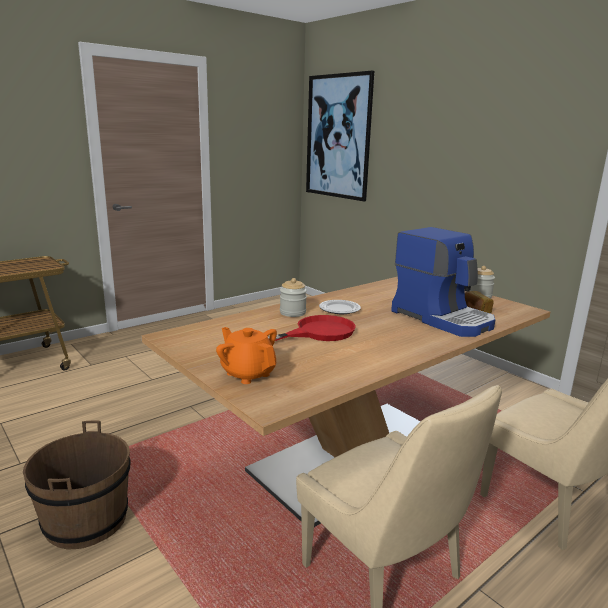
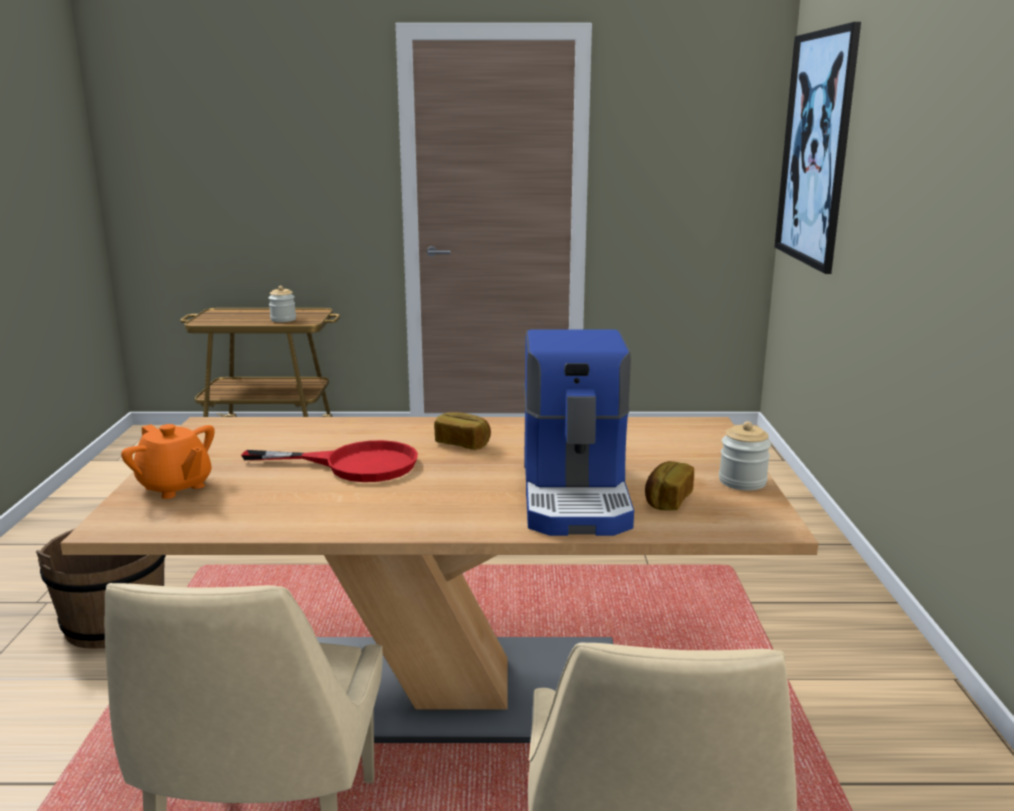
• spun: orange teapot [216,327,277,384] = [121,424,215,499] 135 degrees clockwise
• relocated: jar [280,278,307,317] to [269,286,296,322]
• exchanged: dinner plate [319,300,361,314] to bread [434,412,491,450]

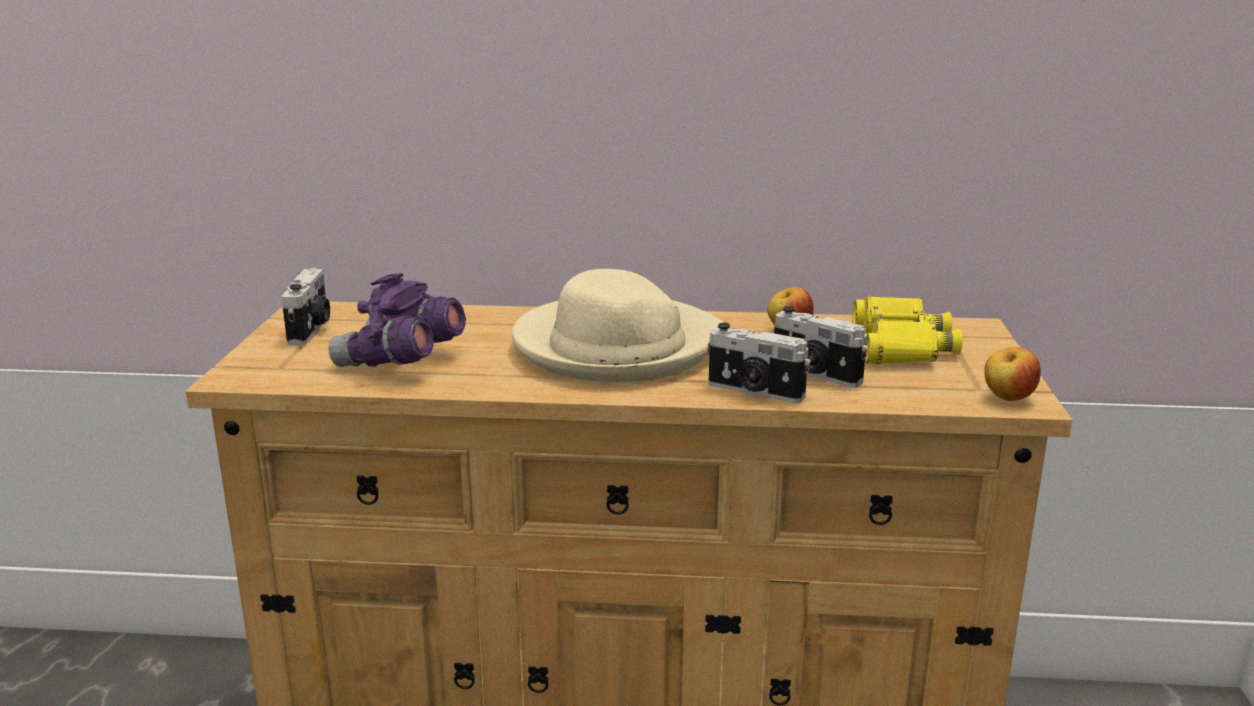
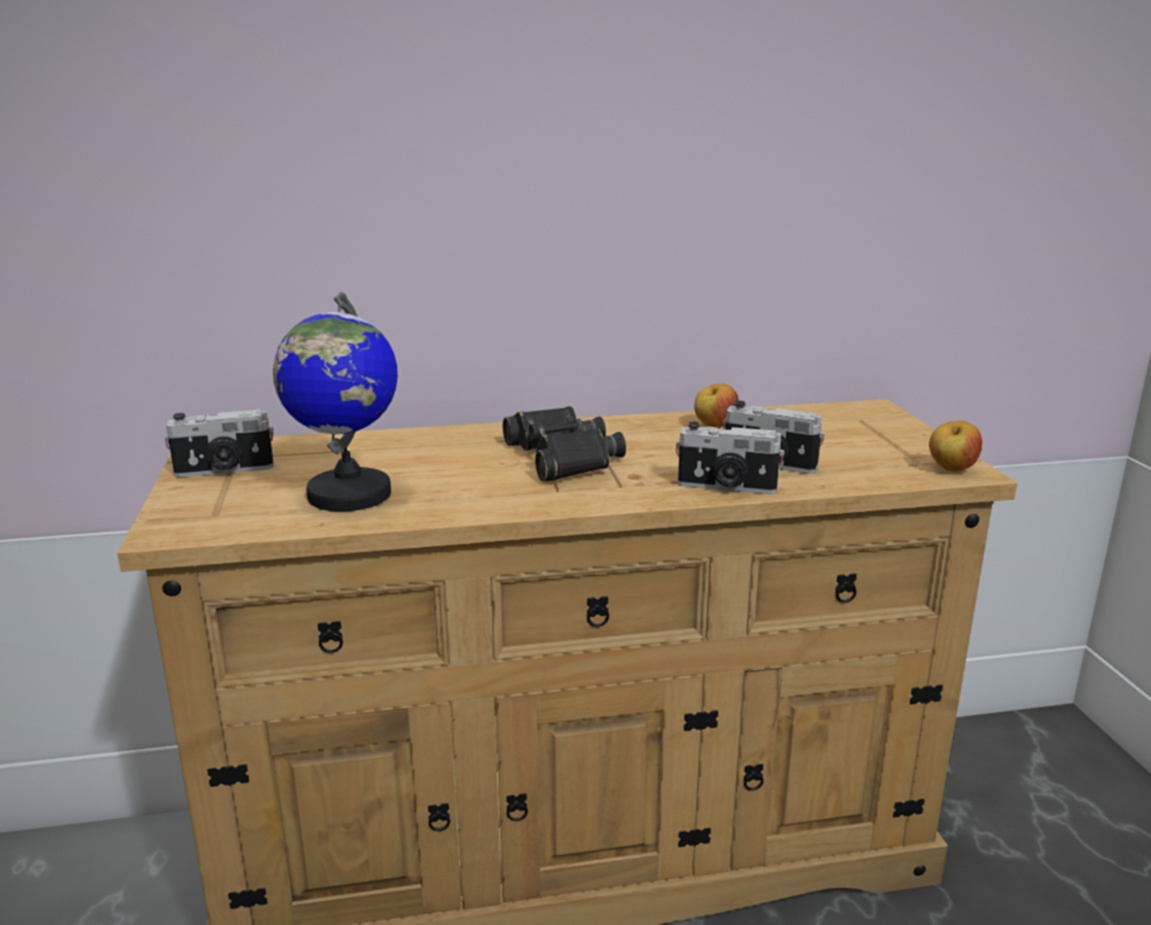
• spun: photo camera [281,268,330,345] = [164,409,274,477] 90 degrees clockwise
• exchanged: purplish field glasses [328,273,466,367] to world globe [273,292,398,512]
• exchanged: beige wearable hat [511,269,725,383] to black field glasses [503,406,626,482]
• missing: yellow-coloured field glasses [853,296,963,364]

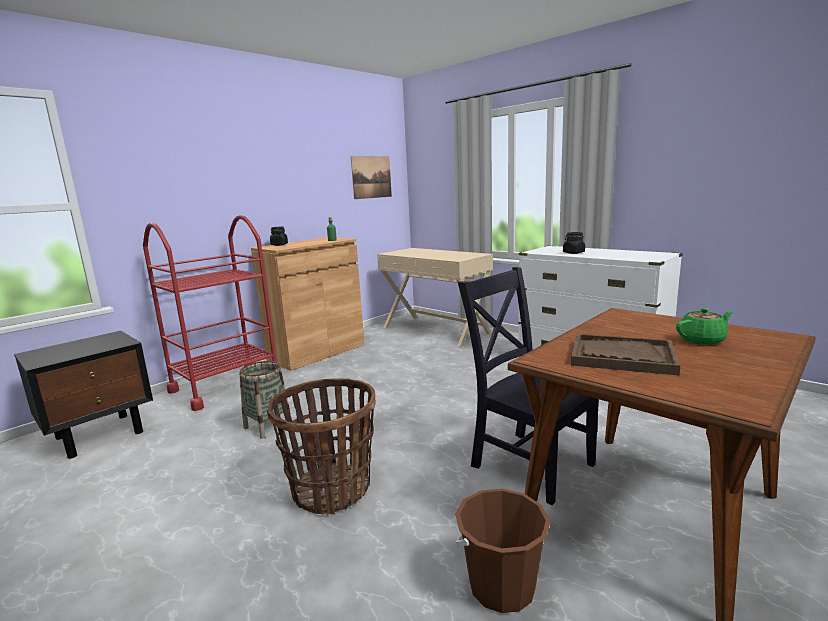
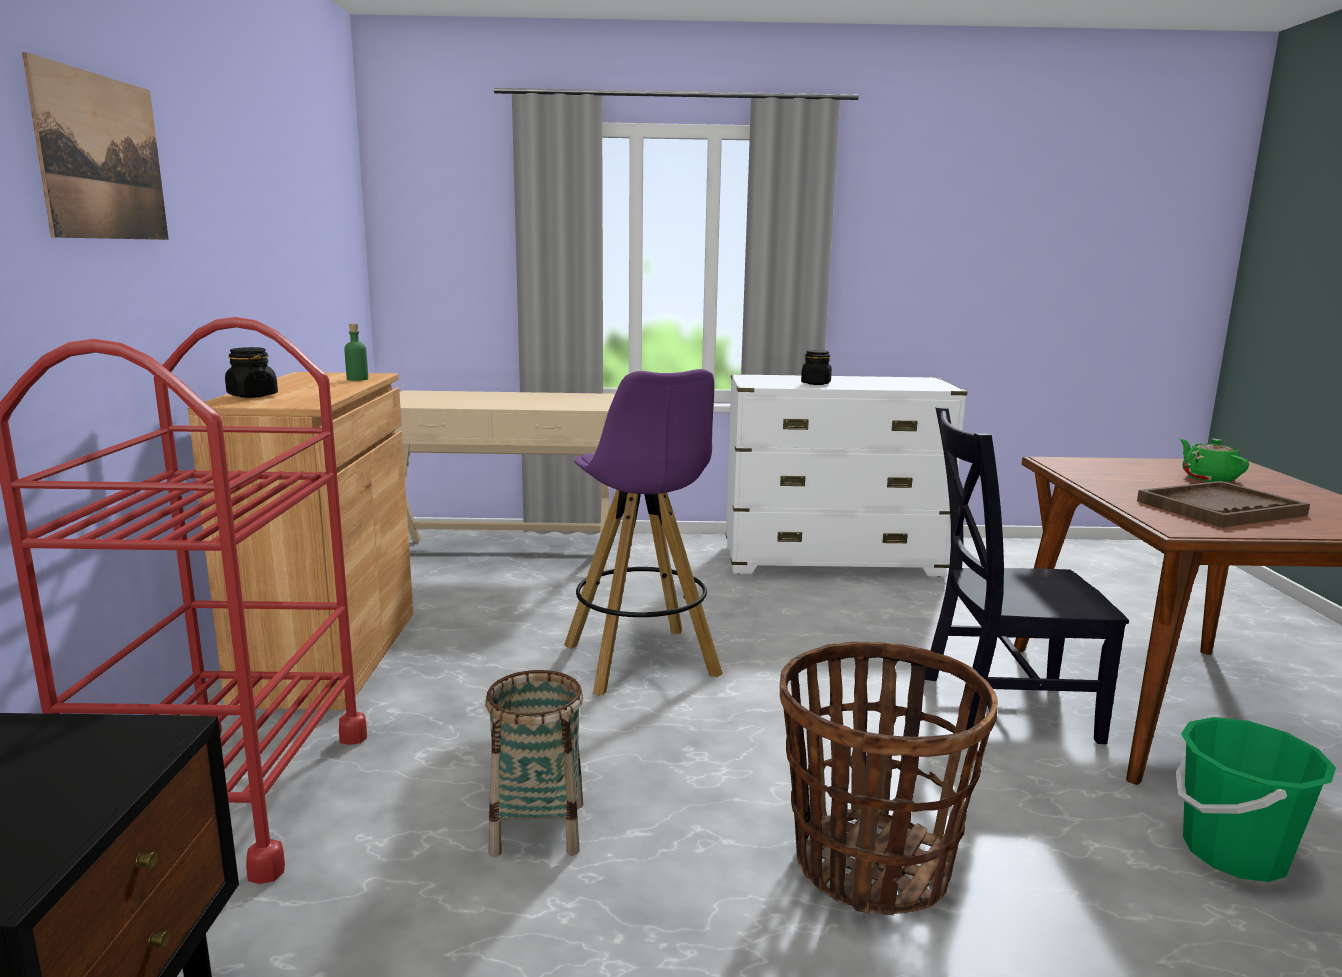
• relocated: wall picture [351,156,392,199] to [22,52,169,240]
• appeared: purplish stool [564,369,723,695]
• colour: brown water bucket [455,489,551,613] to green water bucket [1176,717,1336,882]
• spun: green teapot [676,308,733,345] = [1180,439,1249,482] 45 degrees counterclockwise

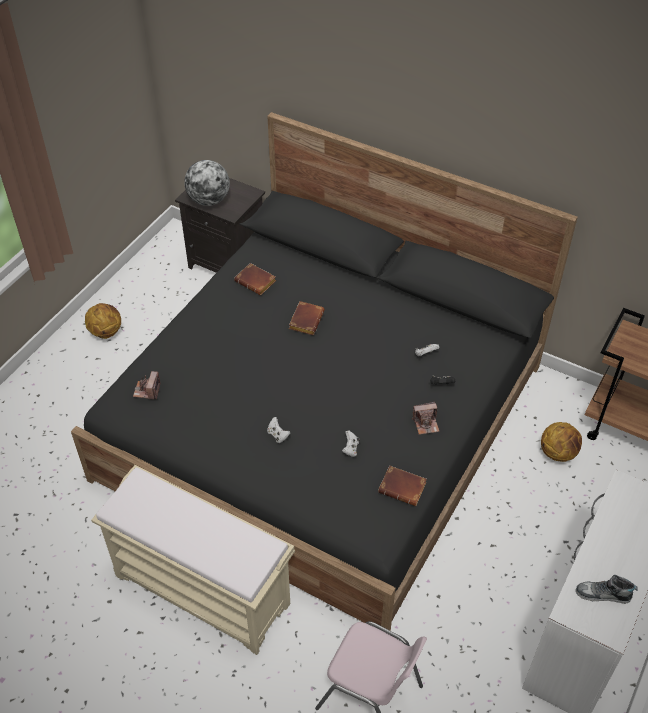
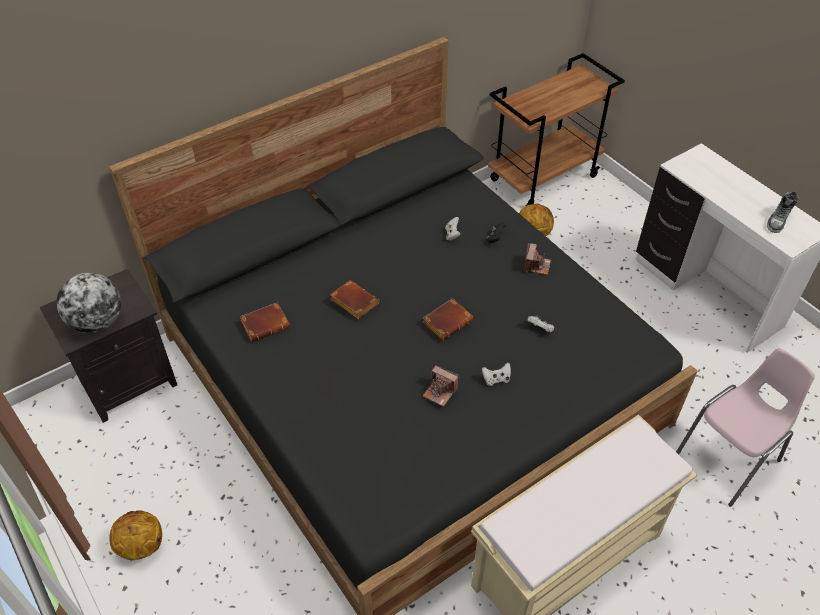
• relocated: brown bound book [378,465,427,506] to [422,298,473,341]
• relocated: photo camera [133,371,161,400] to [423,365,459,407]

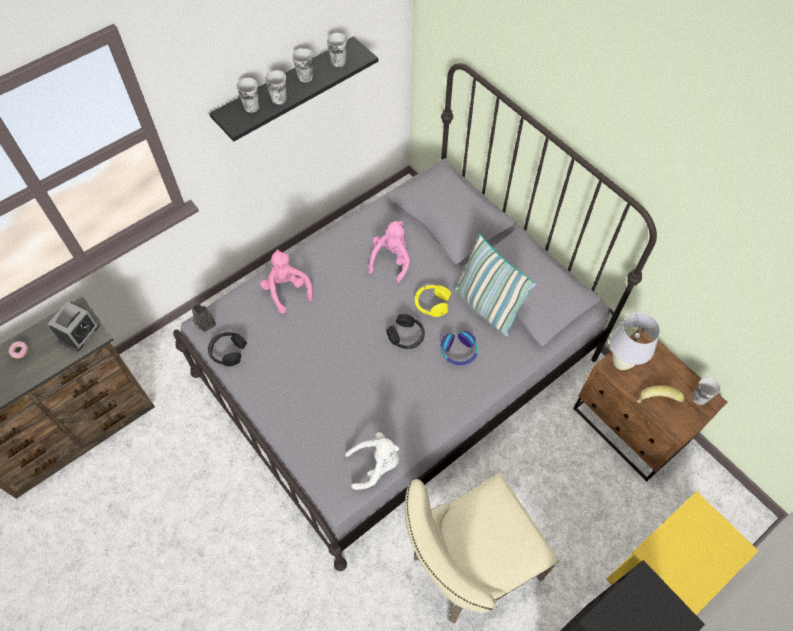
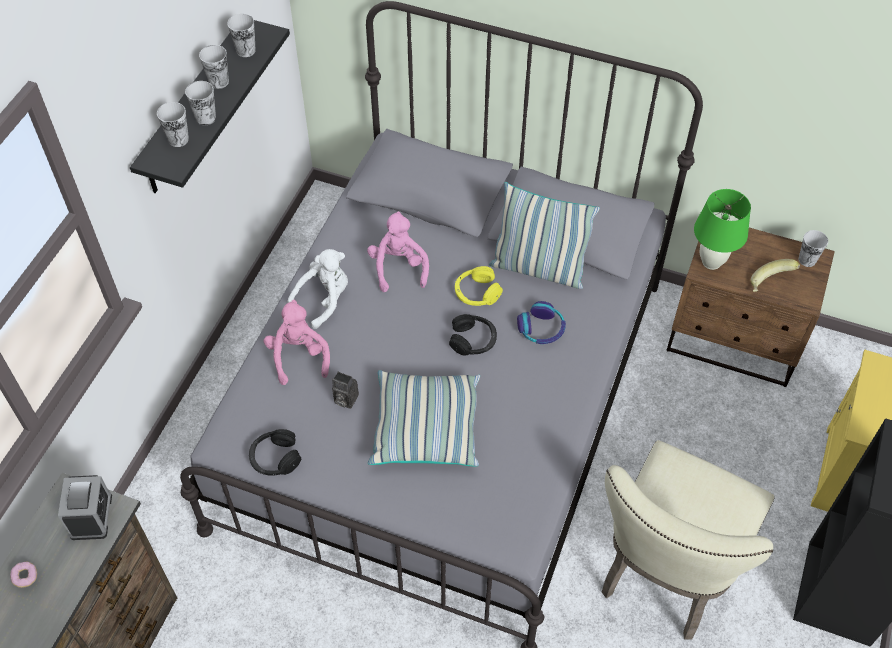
• spun: pinkish soft toy [260,249,313,314] = [264,299,330,385] 45 degrees clockwise
• relocated: white soft toy [345,432,399,490] to [287,249,348,329]
• relocated: photo camera [191,304,216,332] to [332,372,359,409]
• appeared: throw pillow [368,370,480,467]
• colour: white tabletop lamp [609,312,660,370] to green tabletop lamp [694,189,751,270]

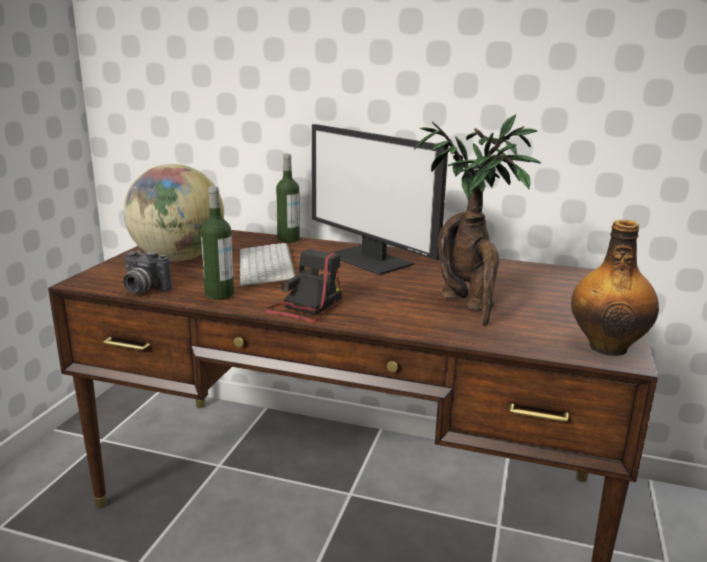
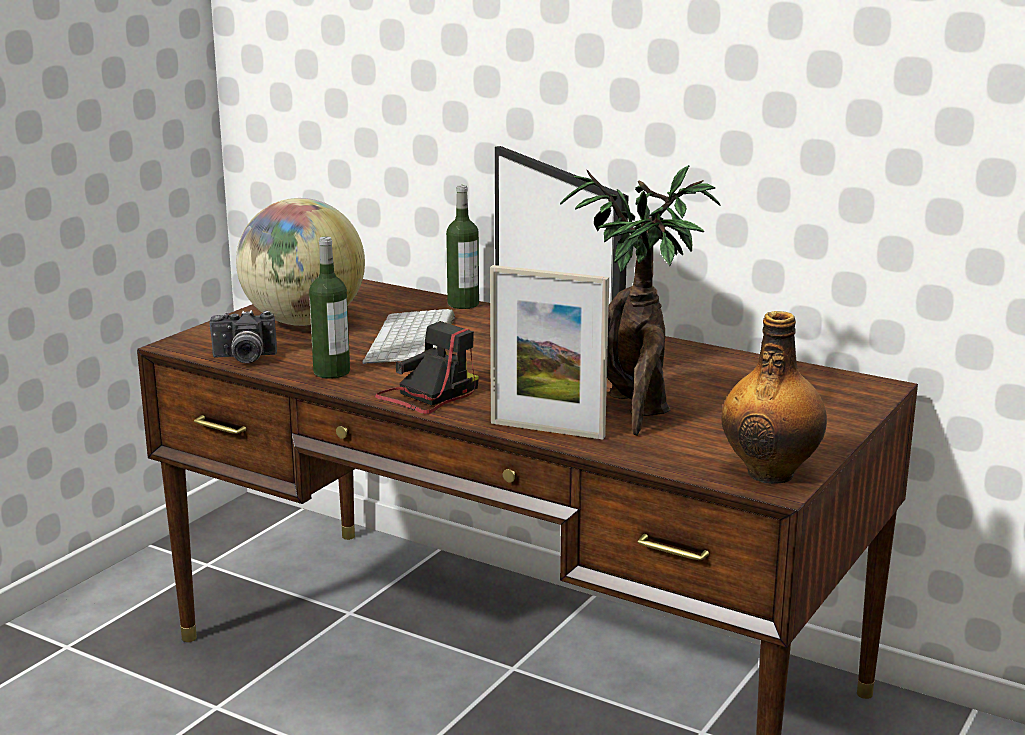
• spun: photo camera [123,250,172,294] = [210,310,277,364] 45 degrees counterclockwise
• appeared: photo frame [490,265,609,440]

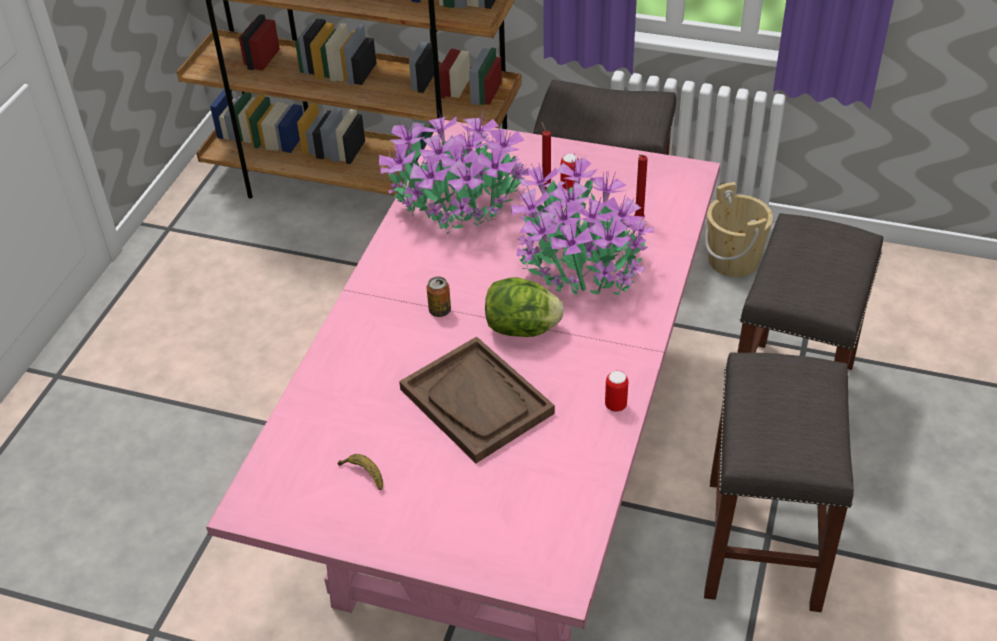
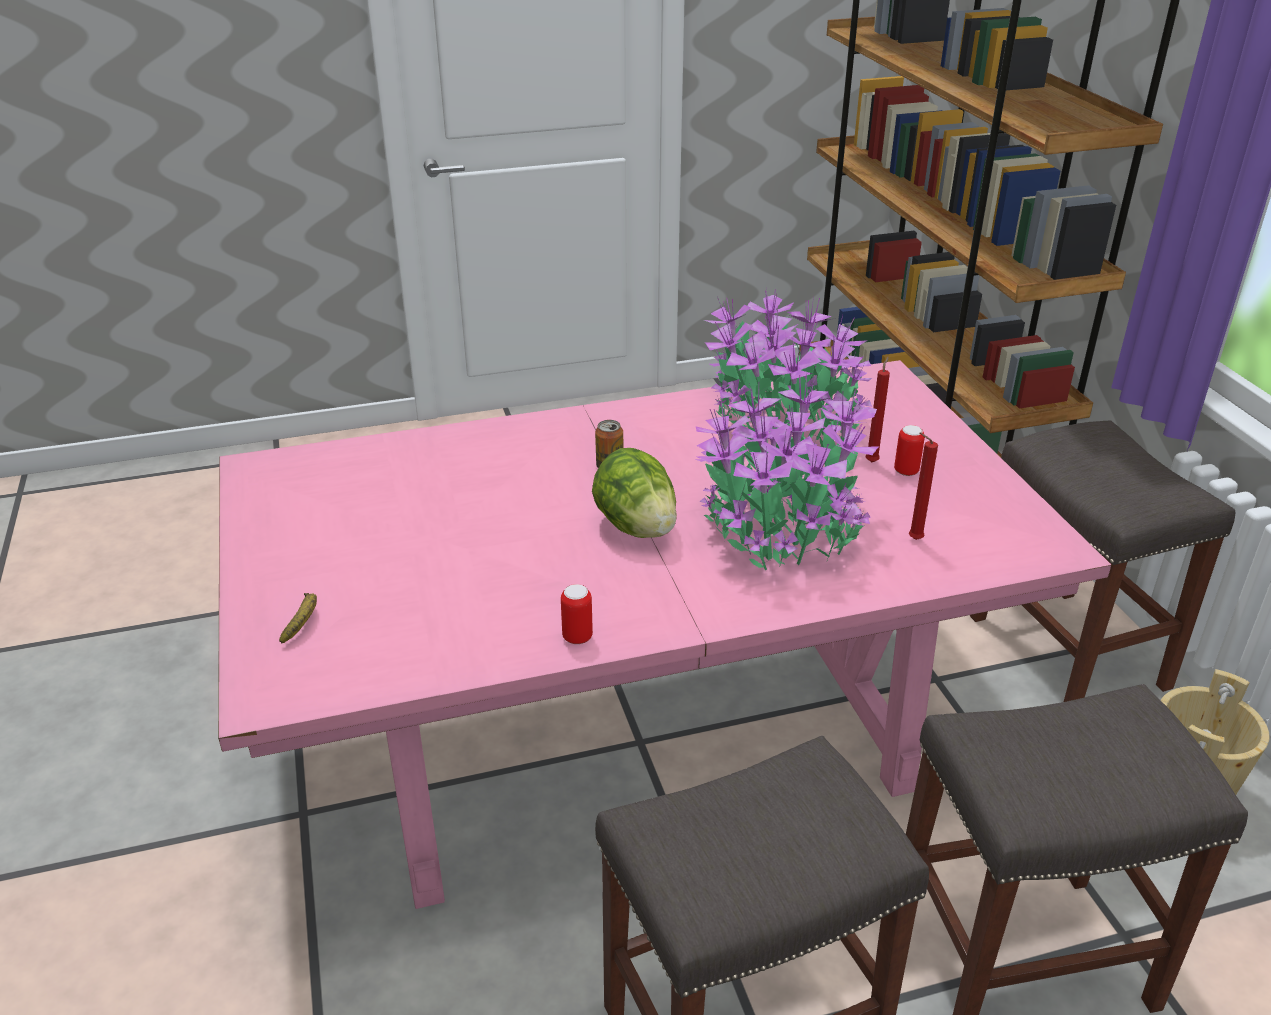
• relocated: whole banana [337,454,383,491] to [279,593,317,644]
• missing: brown serving tray [399,336,555,463]

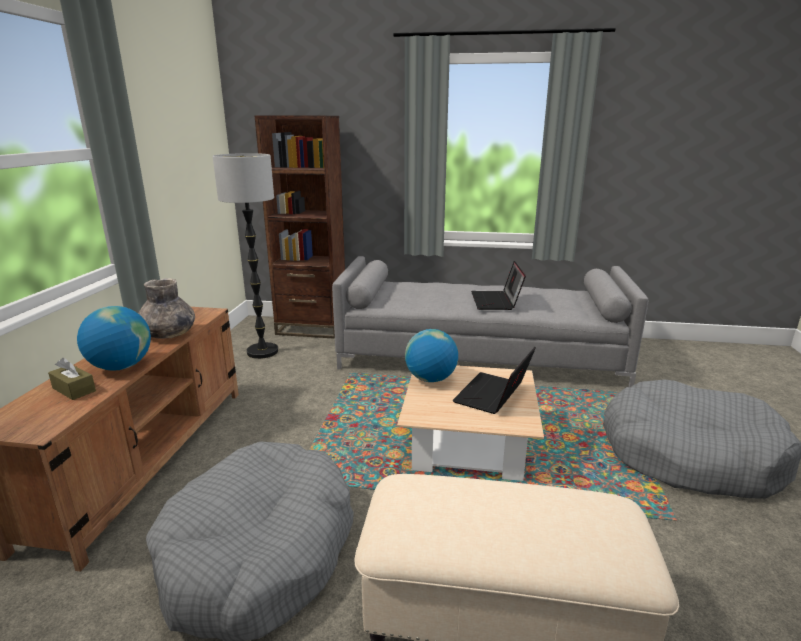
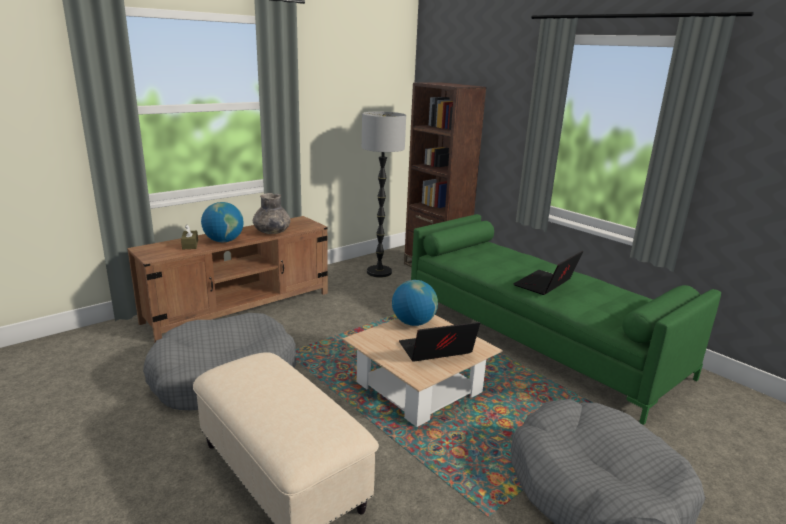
• colour: greyish settee [332,256,648,387] to green settee [411,214,721,425]

